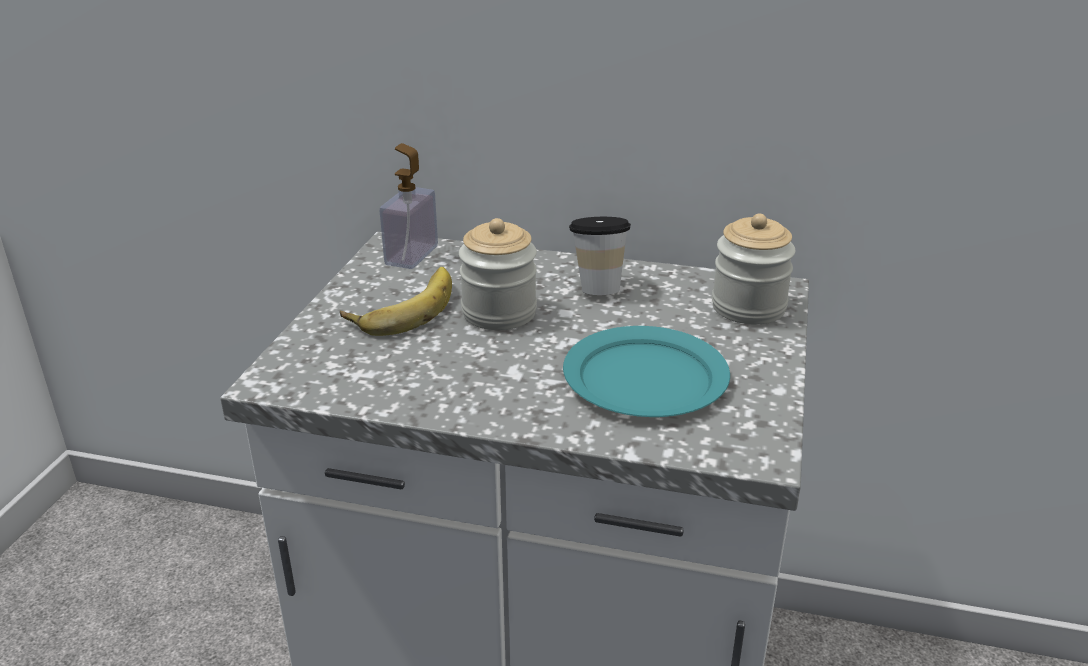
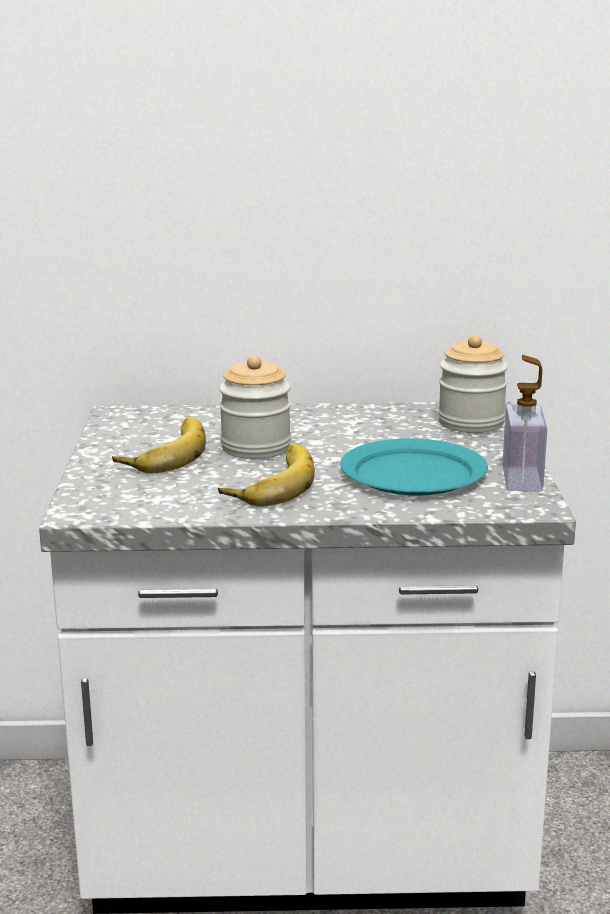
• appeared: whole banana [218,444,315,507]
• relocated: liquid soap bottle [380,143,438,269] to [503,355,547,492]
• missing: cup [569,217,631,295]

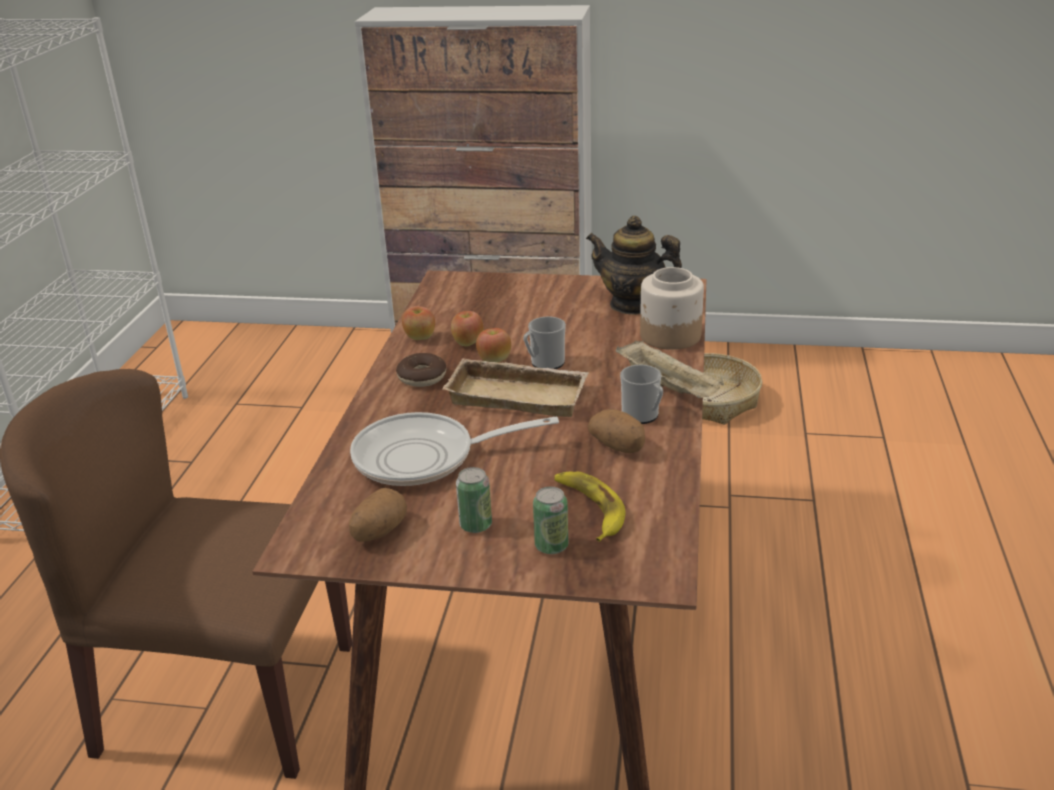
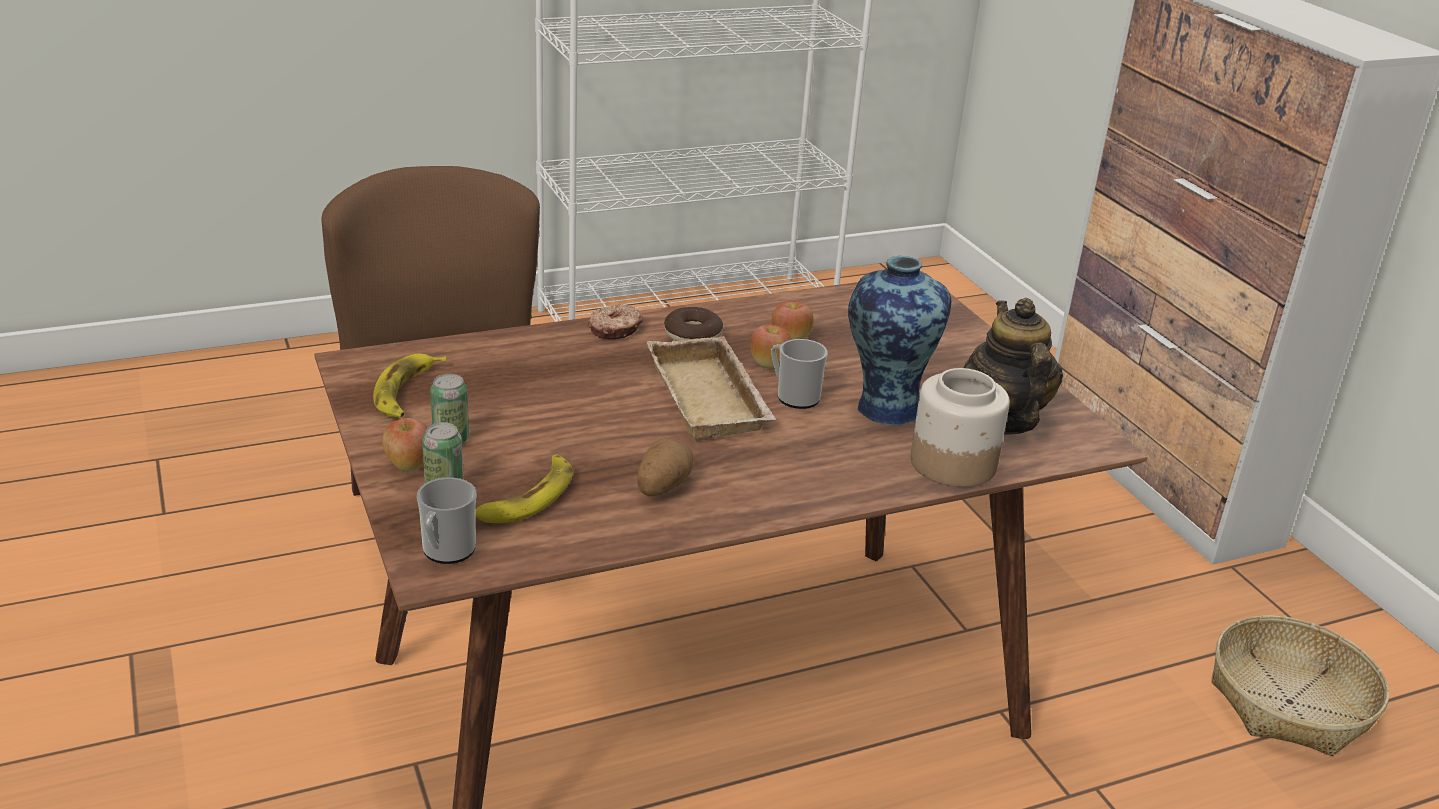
• exchanged: potato [349,488,407,542] to whole banana [373,354,446,418]
• relocated: apple [402,306,435,340] to [382,418,427,472]
• relocated: tea mug [620,364,663,424] to [417,477,477,564]
• appeared: doughnut [588,304,643,339]
• appeared: vase [848,256,951,425]
• missing: pan [350,412,559,486]
• missing: beige serving tray [616,340,724,398]

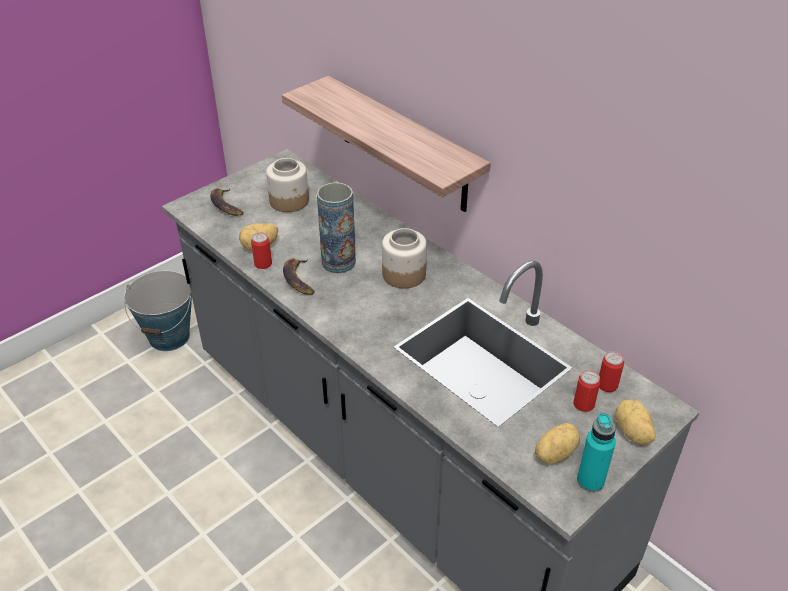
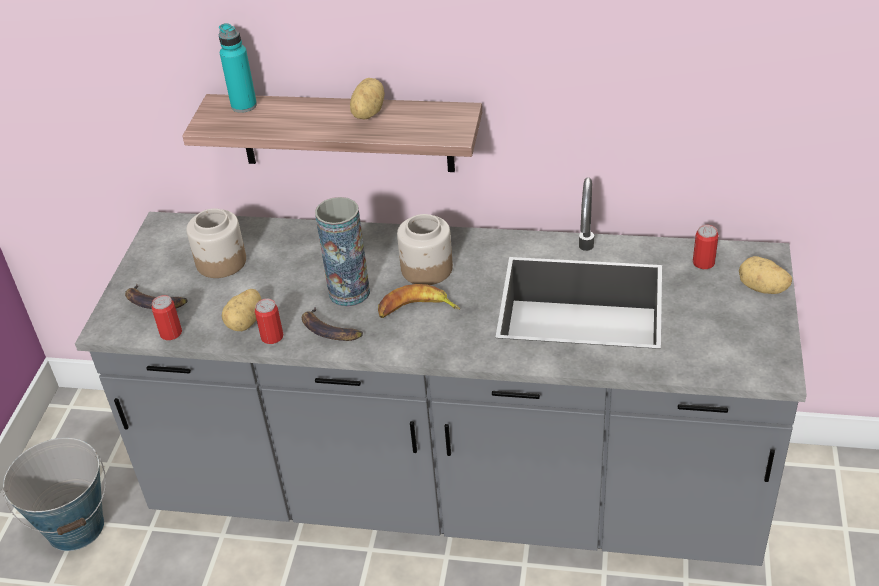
• relocated: metal can [573,370,600,412] to [151,295,182,340]
• relocated: turquoise bottle [577,413,616,492] to [219,23,257,113]
• relocated: potato [535,423,580,464] to [350,78,385,119]
• appeared: whole banana [378,284,460,318]

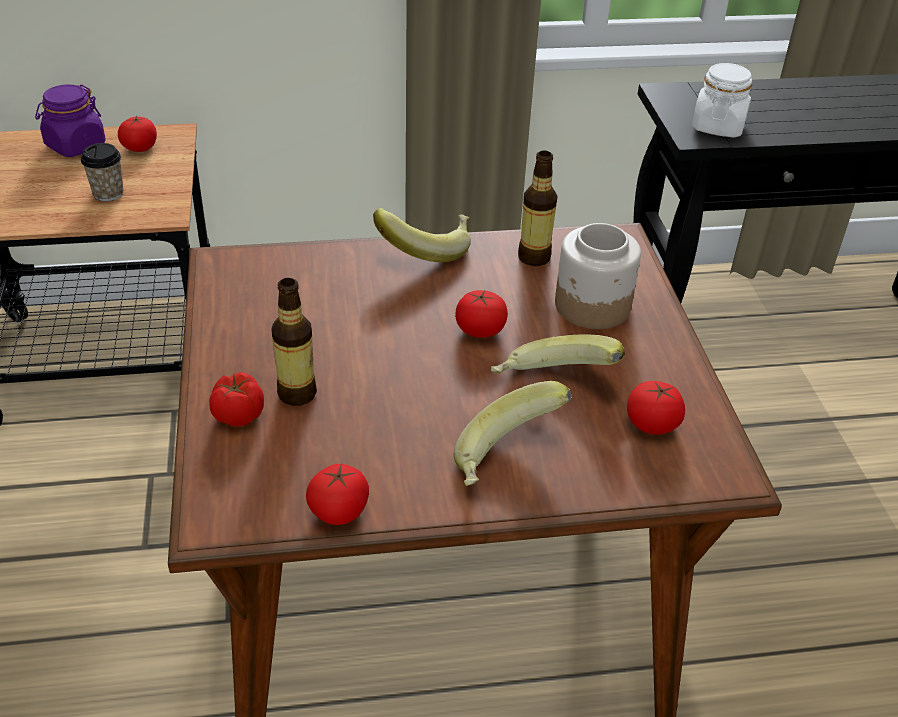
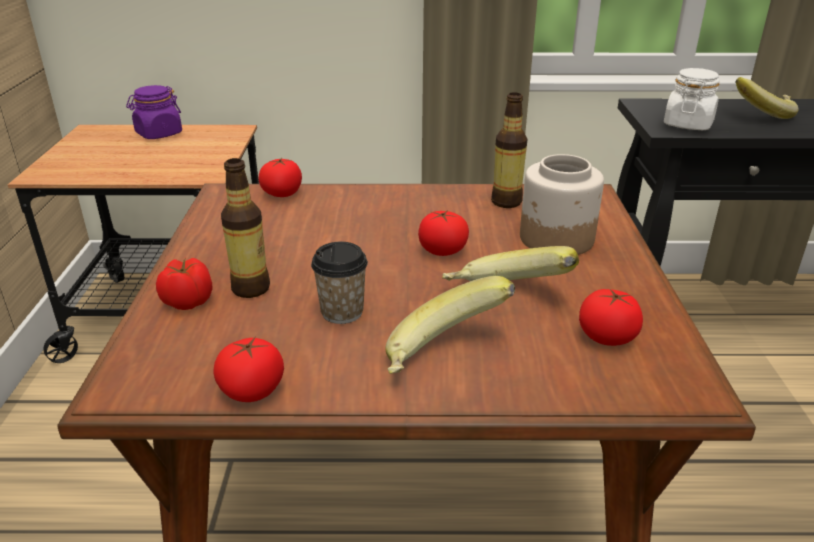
• relocated: whole tomato [118,116,157,152] to [258,158,302,197]
• relocated: cup [81,143,123,201] to [311,242,368,324]
• relocated: whole banana [373,208,471,262] to [735,77,799,119]

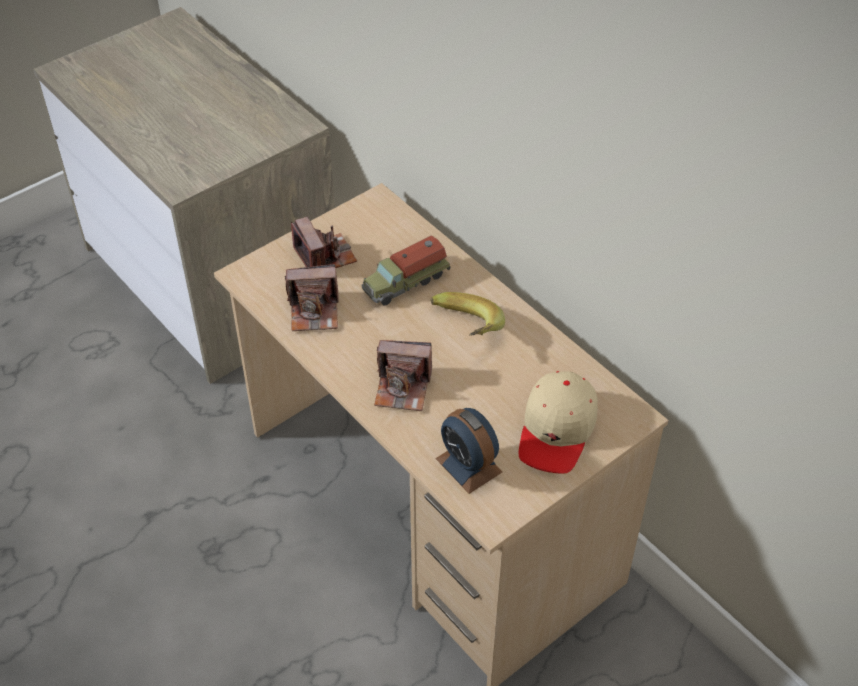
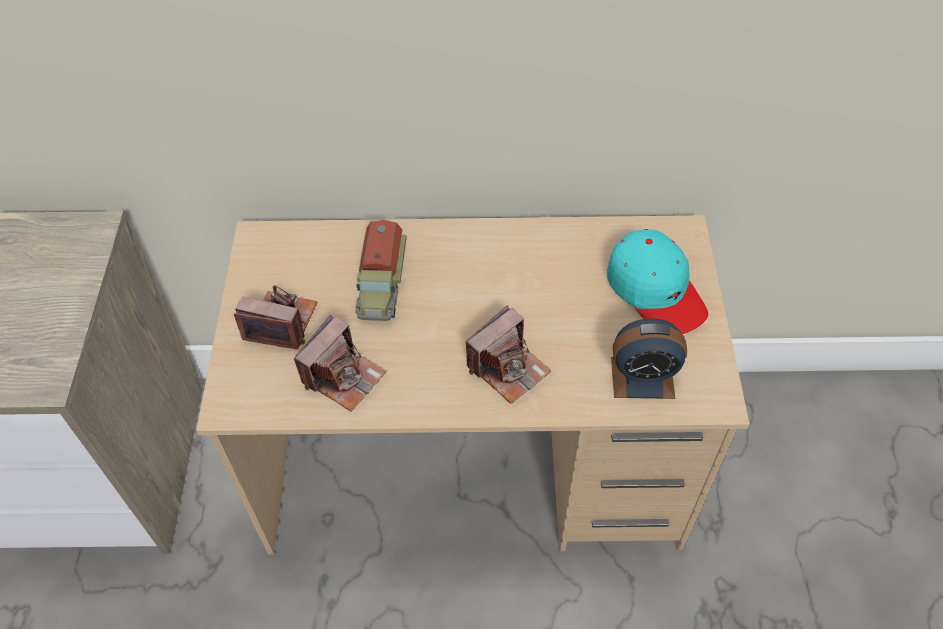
• colour: beige cap [519,371,598,474] to turquoise cap [607,229,708,334]
• missing: whole banana [431,292,505,336]

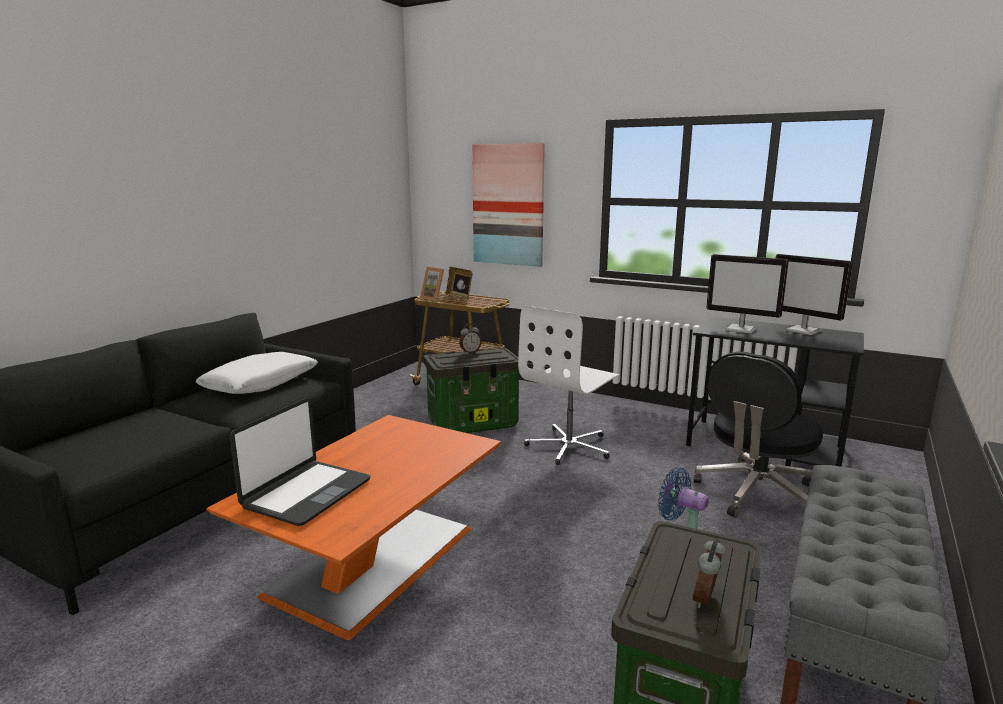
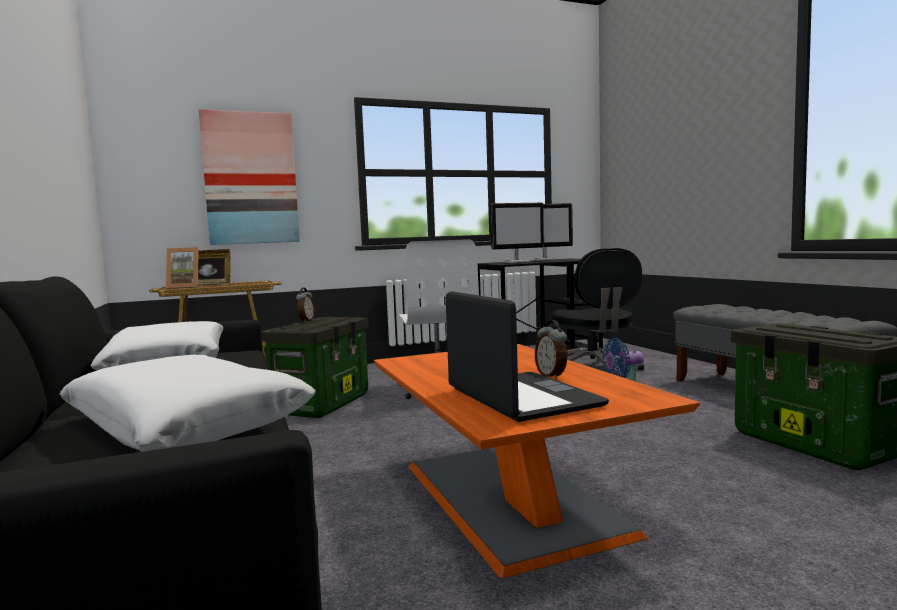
• appeared: white throw pillow [59,355,316,452]
• relocated: alarm clock [693,538,726,608] to [535,320,567,379]

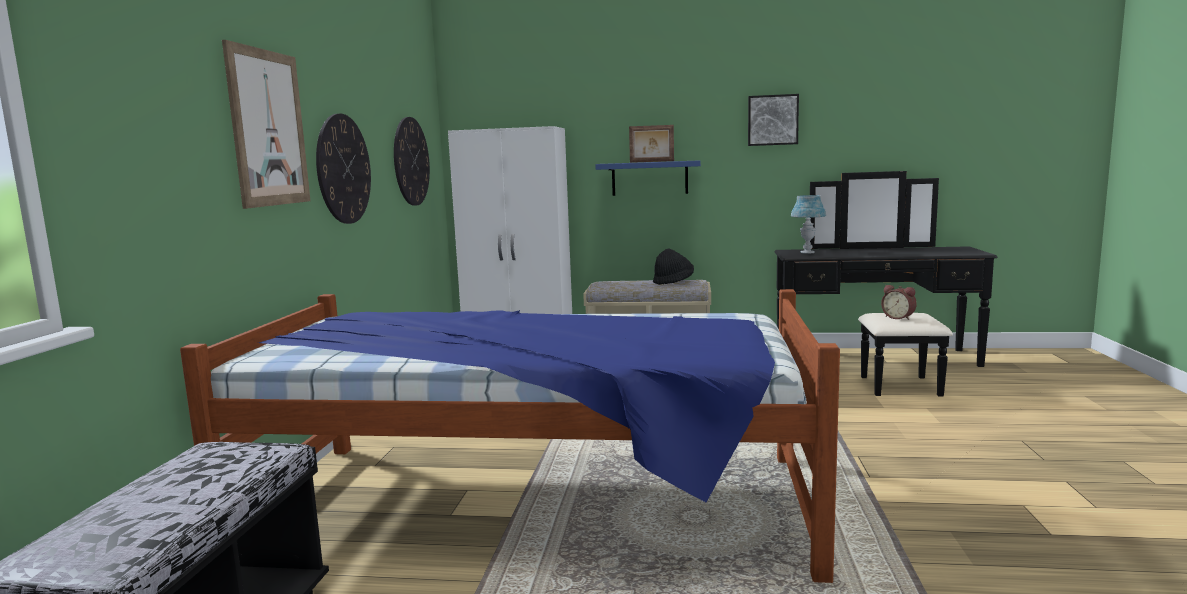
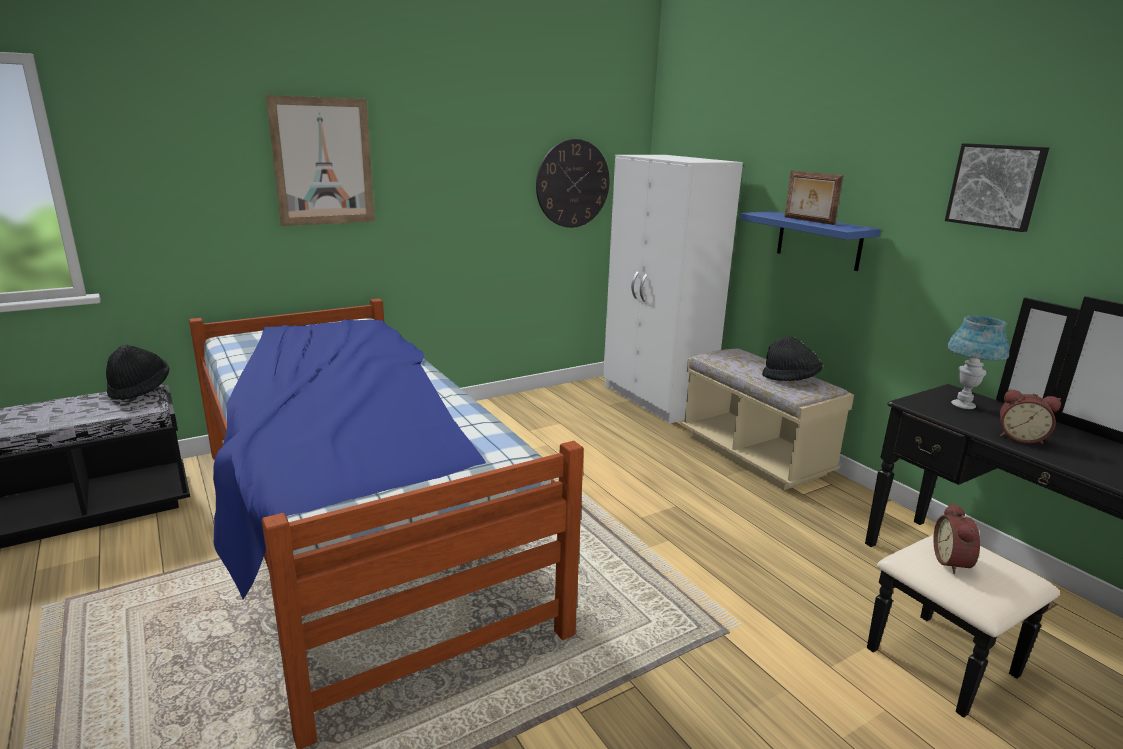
• appeared: black wearable hat [106,345,169,401]
• appeared: alarm clock [1000,389,1061,444]
• missing: clock on the wall [316,114,371,224]

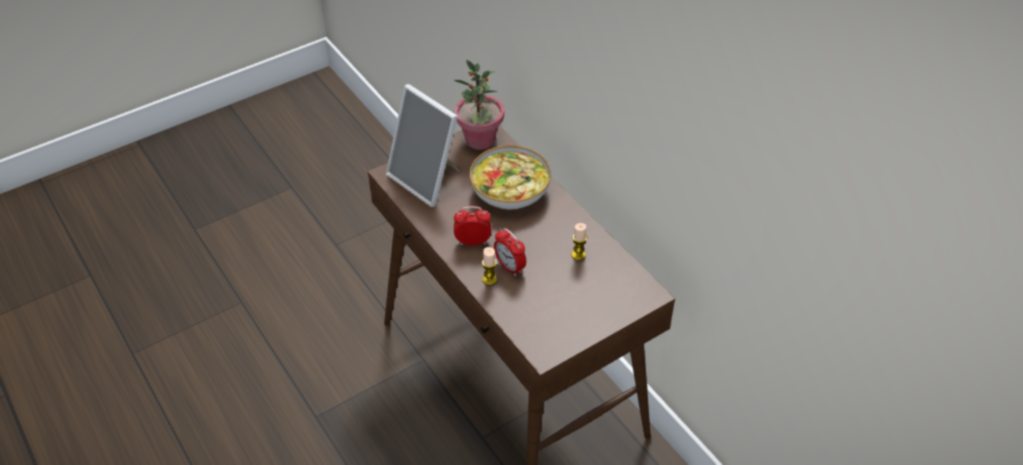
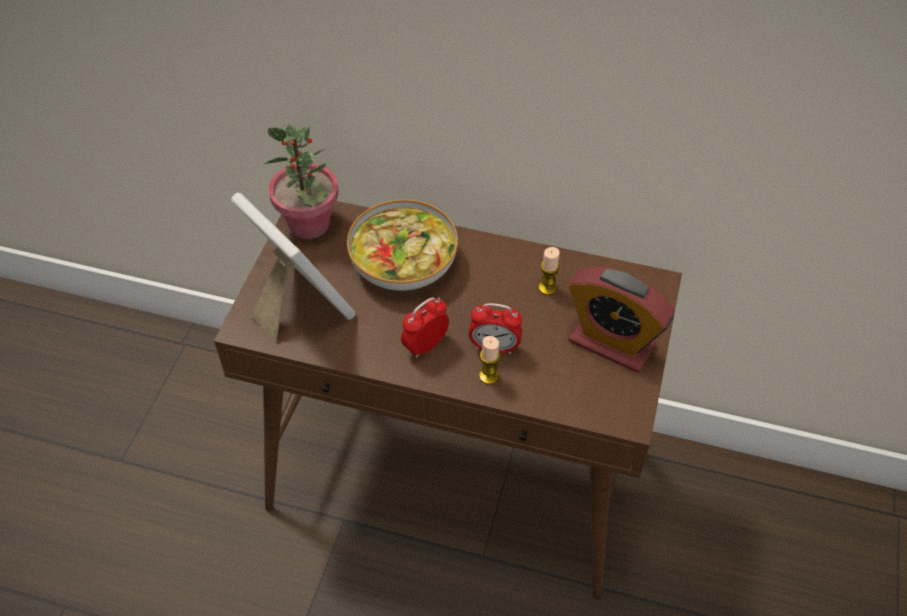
• spun: photo frame [386,84,460,207] = [231,192,355,342] 135 degrees counterclockwise
• appeared: alarm clock [568,267,675,373]

